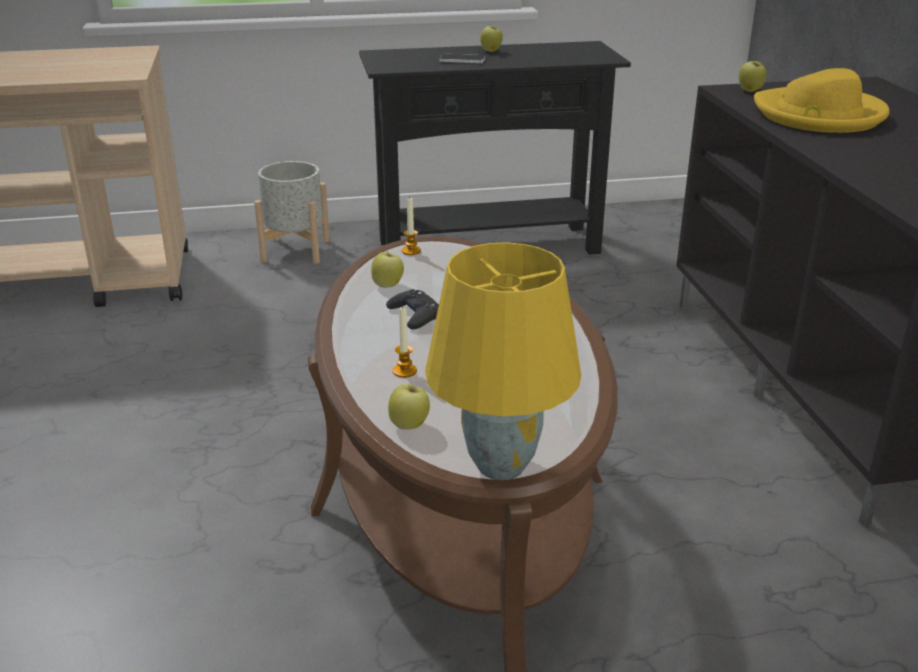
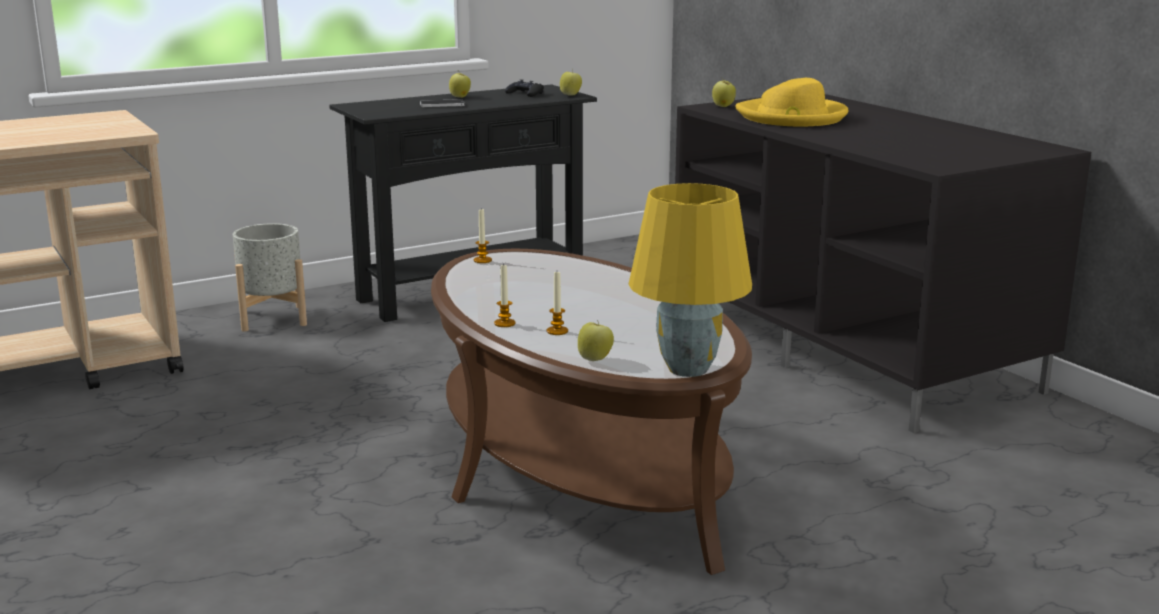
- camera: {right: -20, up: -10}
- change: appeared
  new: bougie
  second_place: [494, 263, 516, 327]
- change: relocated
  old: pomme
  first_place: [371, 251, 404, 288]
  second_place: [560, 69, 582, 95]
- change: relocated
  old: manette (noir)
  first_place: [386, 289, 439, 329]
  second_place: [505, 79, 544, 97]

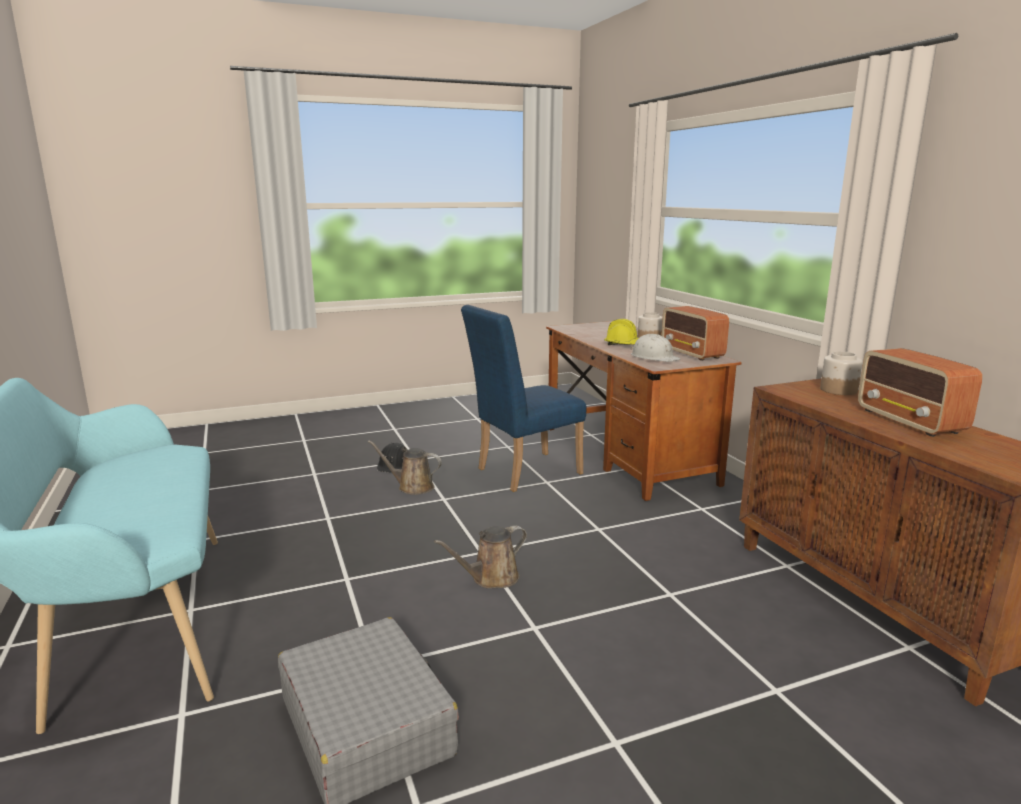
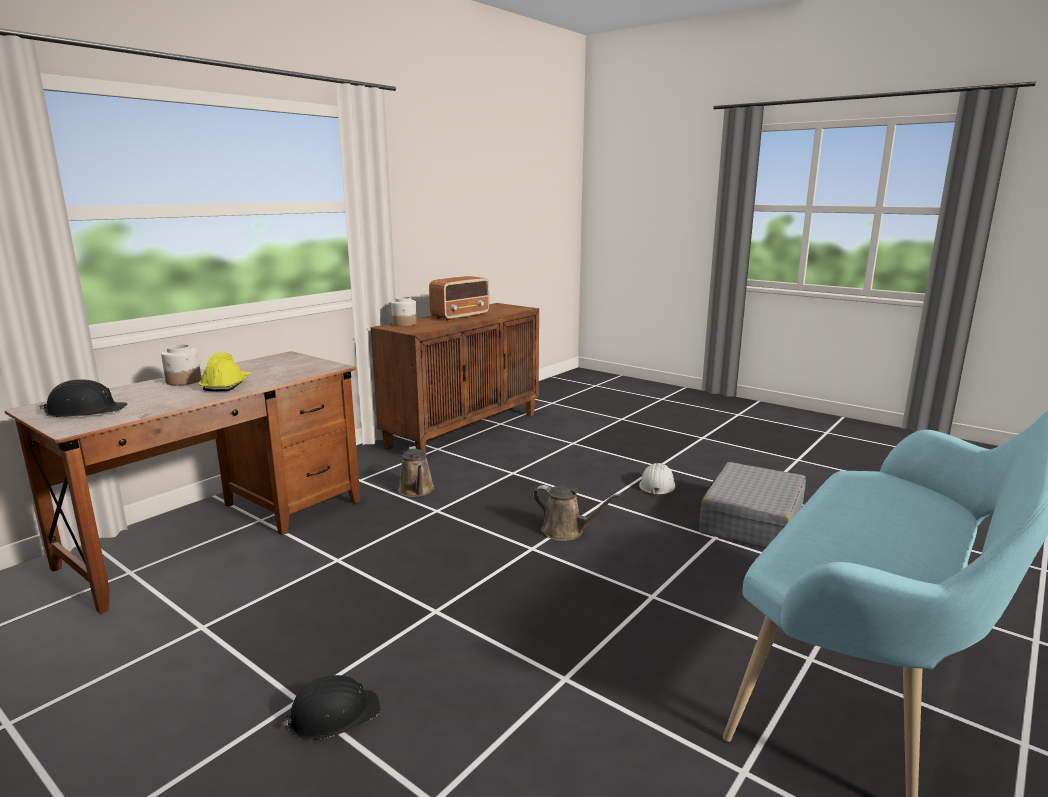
- camera: {right: -120, up: 0}
- change: missing
  old: chaise (bleu)
  first_place: [461, 305, 586, 492]
- change: missing
  old: radio
  first_place: [661, 306, 729, 361]
- change: appeared
  new: casque de chantier (noir)
  second_place: [39, 379, 127, 417]
- change: relocated
  old: arrosoir (marron)
  first_place: [368, 440, 442, 495]
  second_place: [398, 446, 435, 497]
- change: relocated
  old: casque de chantier (blanc)
  first_place: [630, 334, 681, 362]
  second_place: [639, 463, 675, 496]

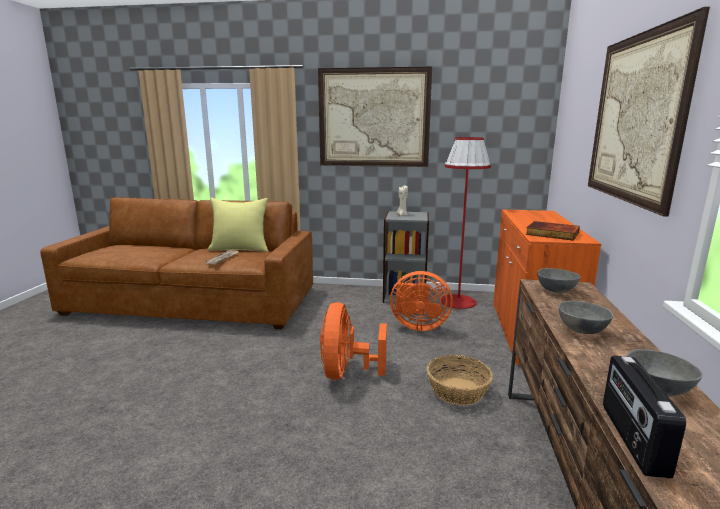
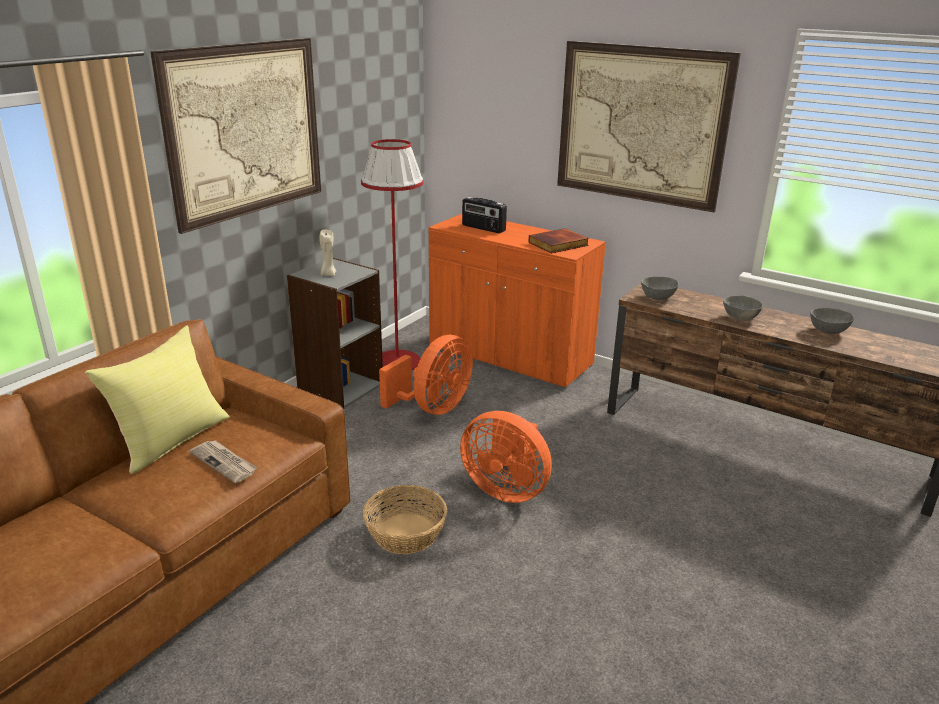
- camera: {right: -65, up: 10}
- change: relocated
  old: panier
  first_place: [427, 355, 493, 405]
  second_place: [363, 485, 447, 554]
- change: relocated
  old: radio
  first_place: [603, 356, 686, 478]
  second_place: [462, 197, 507, 233]

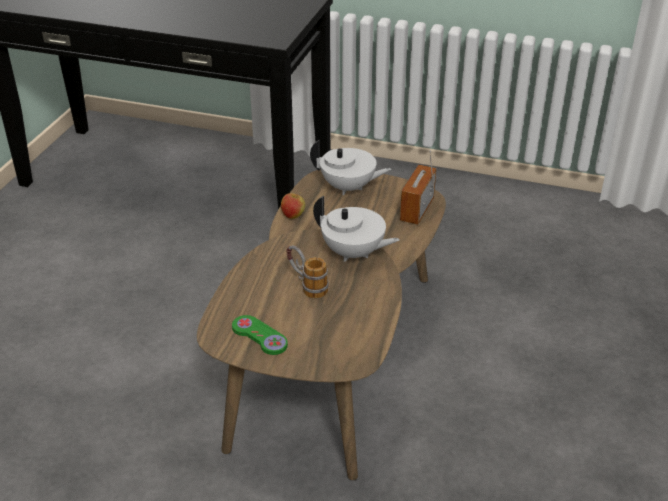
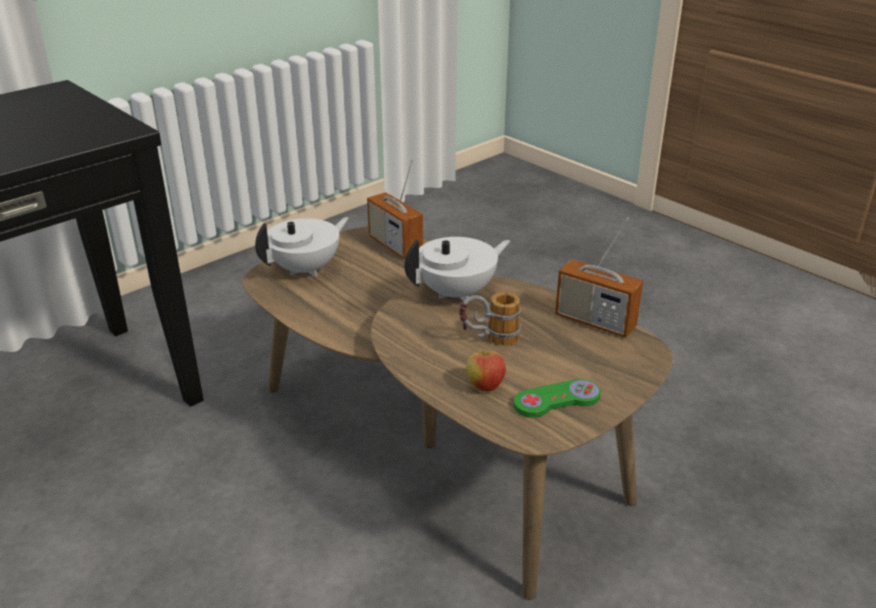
- camera: {right: -60, up: -5}
- change: appeared
  new: radio
  second_place: [555, 218, 643, 338]
- change: relocated
  old: pomme
  first_place: [281, 192, 305, 219]
  second_place: [466, 345, 506, 392]

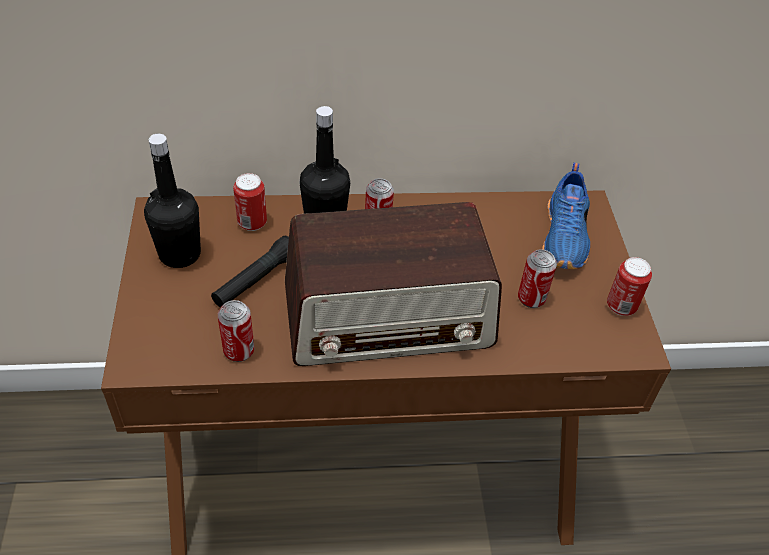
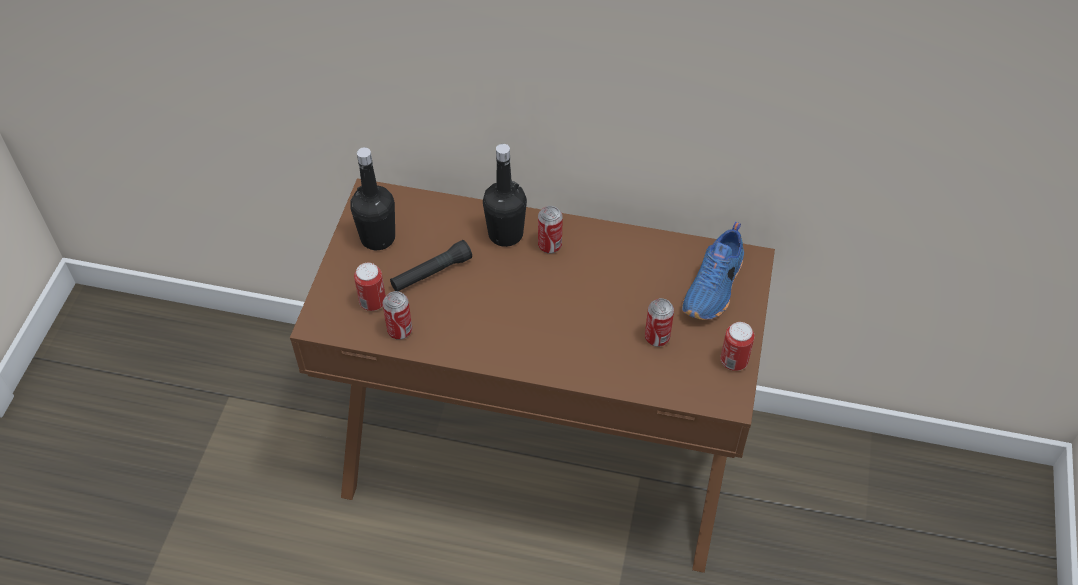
- camera: {right: 20, up: 5}
- change: missing
  old: radio
  first_place: [285, 202, 502, 366]
- change: relocated
  old: boîte métallique
  first_place: [233, 173, 267, 231]
  second_place: [354, 263, 386, 311]

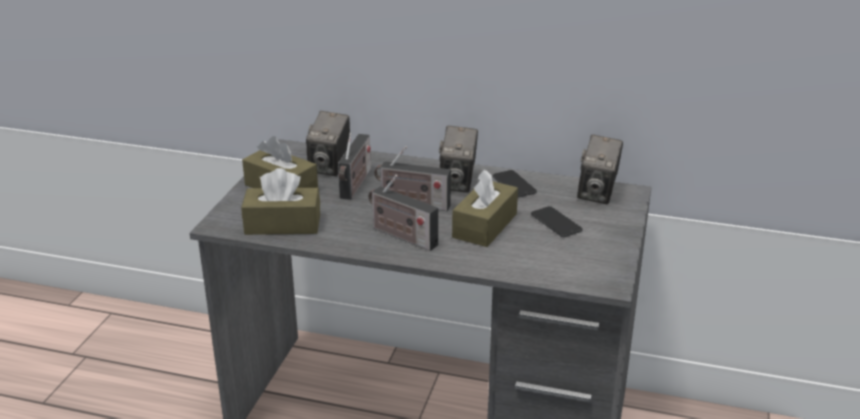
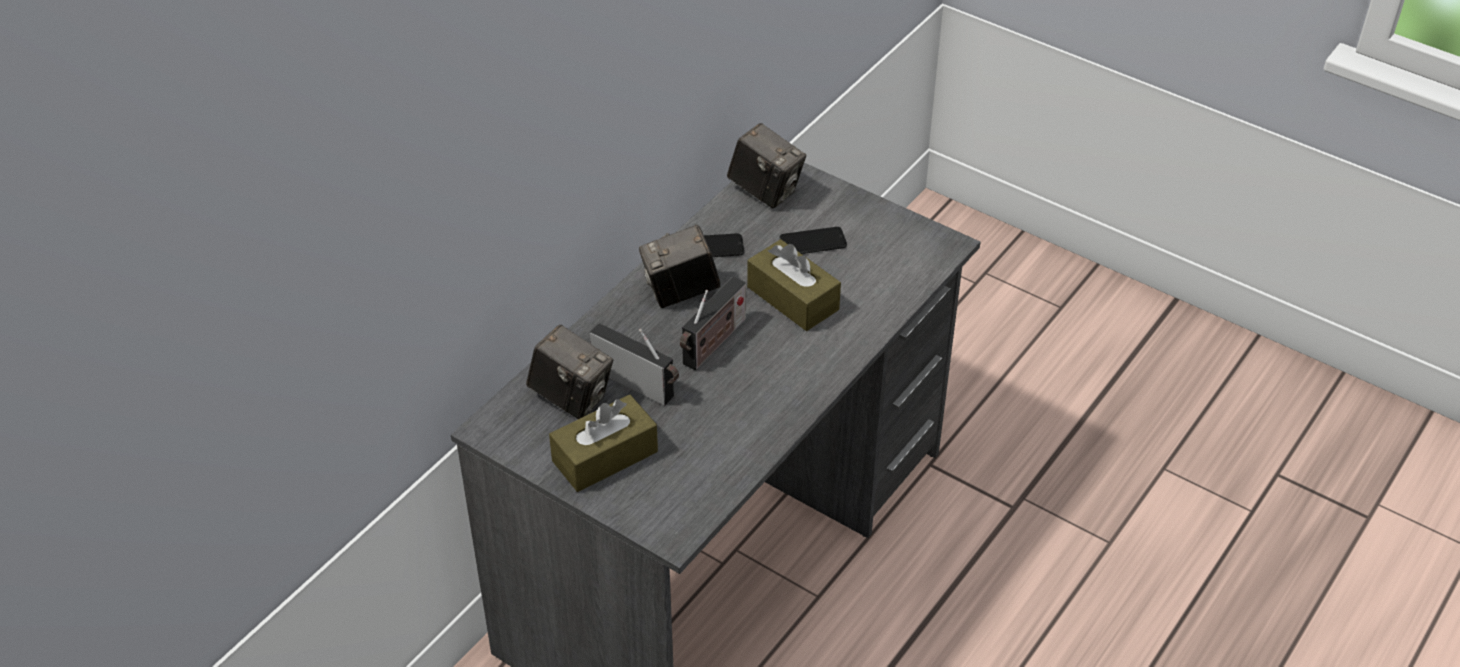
- camera: {right: -70, up: 15}
- change: missing
  old: boîte à mouchoirs (marron)
  first_place: [241, 168, 320, 235]
- change: missing
  old: radio
  first_place: [368, 175, 438, 251]
- change: spun
  old: appareil photo
  first_place: [439, 125, 478, 193]
  second_place: [639, 225, 720, 308]
  degrees: 135

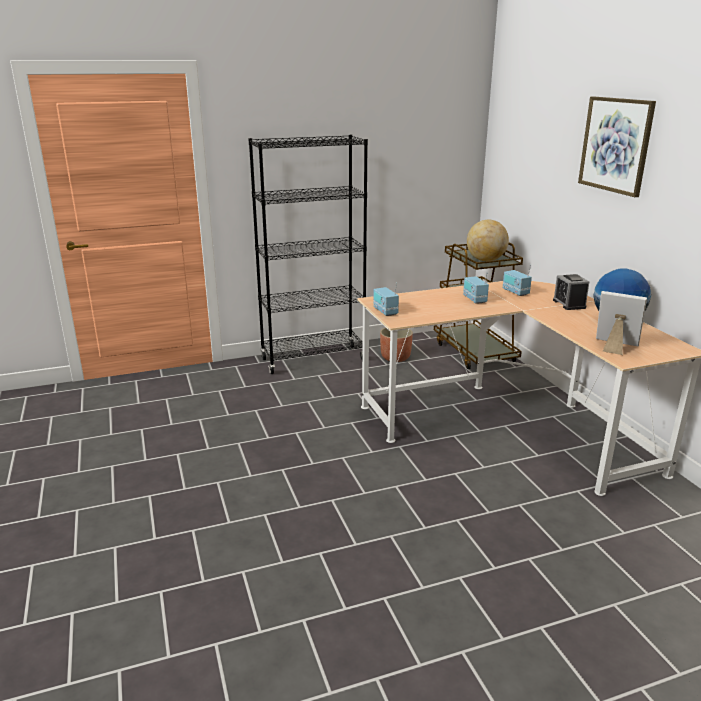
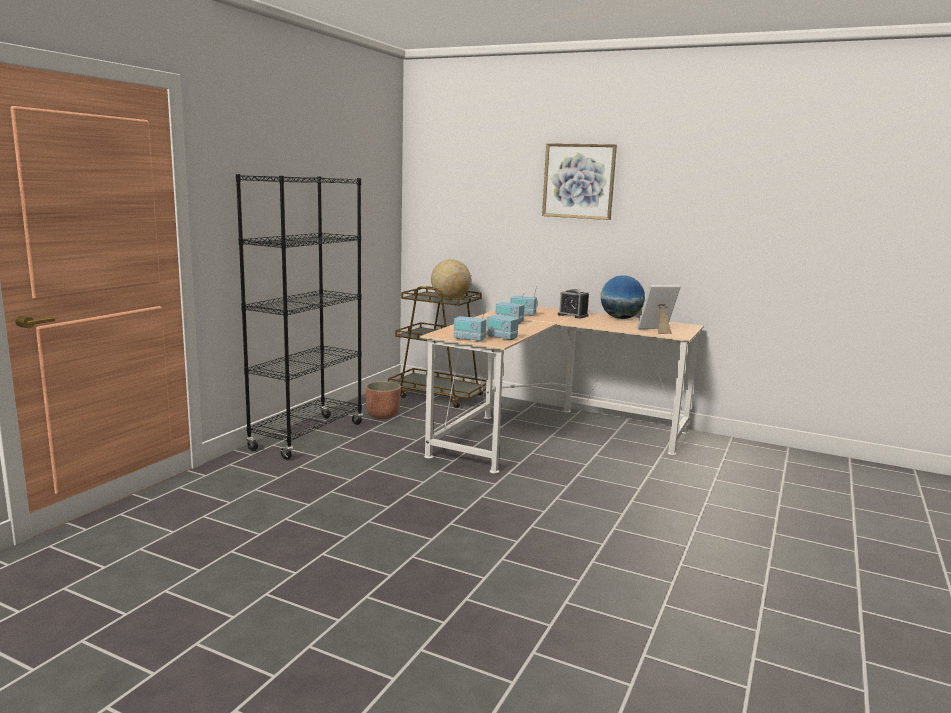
- camera: {right: -45, up: -10}
- change: appeared
  new: radio
  second_place: [486, 306, 519, 340]

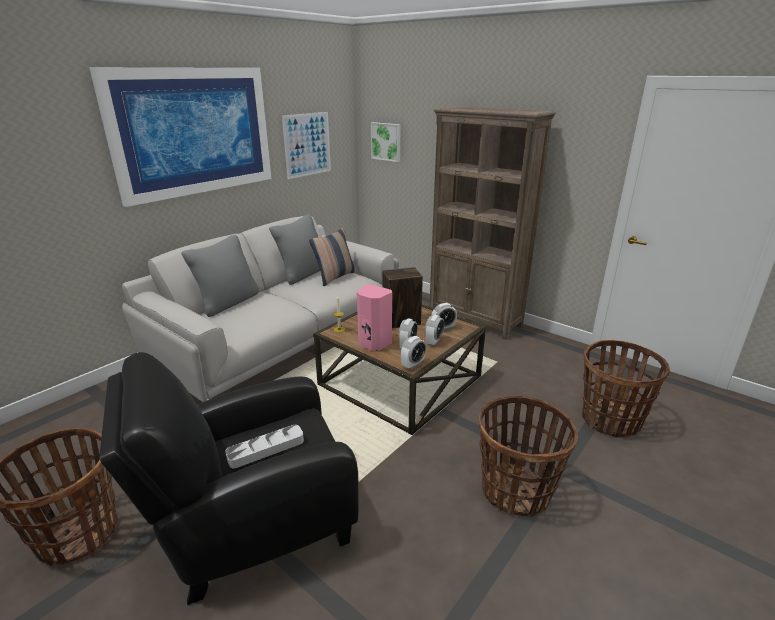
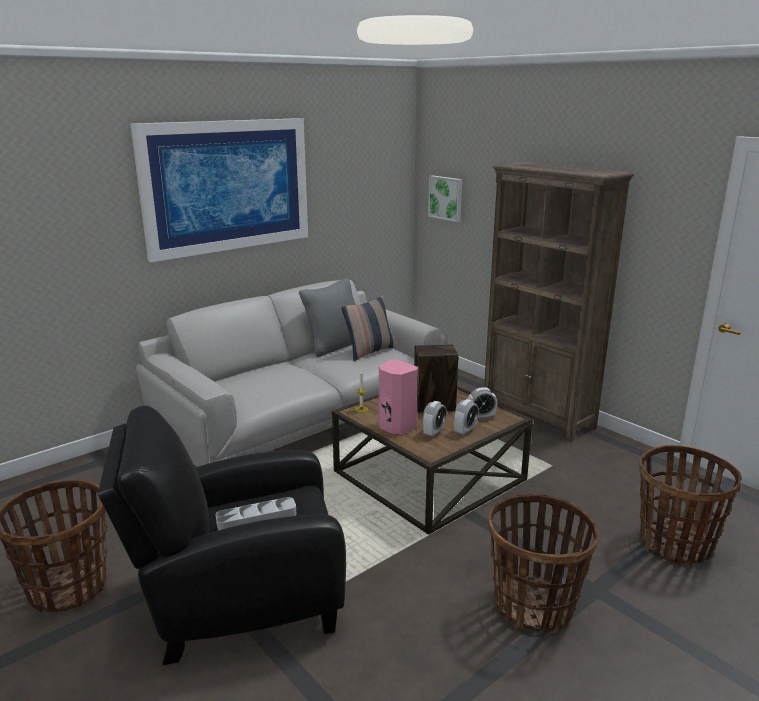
- camera: {right: 10, up: -5}
- change: missing
  old: coussin (gris)
  first_place: [181, 235, 259, 317]
- change: missing
  old: tableau
  first_place: [282, 112, 331, 179]
- change: missing
  old: réveil
  first_place: [401, 336, 426, 370]

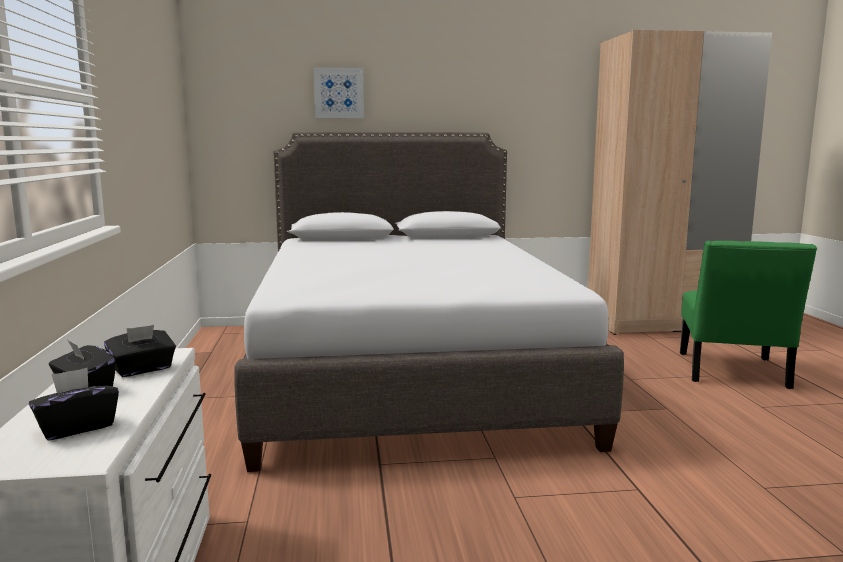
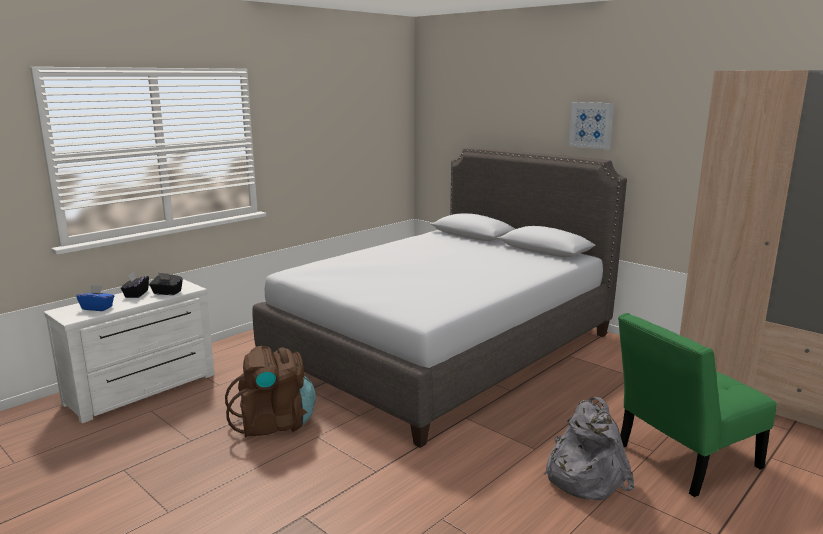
- camera: {right: 50, up: 5}
- change: appeared
  new: sac à dos (marron)
  second_place: [225, 346, 316, 437]
- change: appeared
  new: sac à dos (gris)
  second_place: [544, 397, 634, 500]
- change: relocated
  old: tableau
  first_place: [314, 67, 364, 118]
  second_place: [568, 102, 614, 149]
- change: colour
  old: boîte à mouchoirs (noir)
  new: boîte à mouchoirs (bleu)
  first_place: [29, 368, 119, 441]
  second_place: [76, 285, 114, 311]

